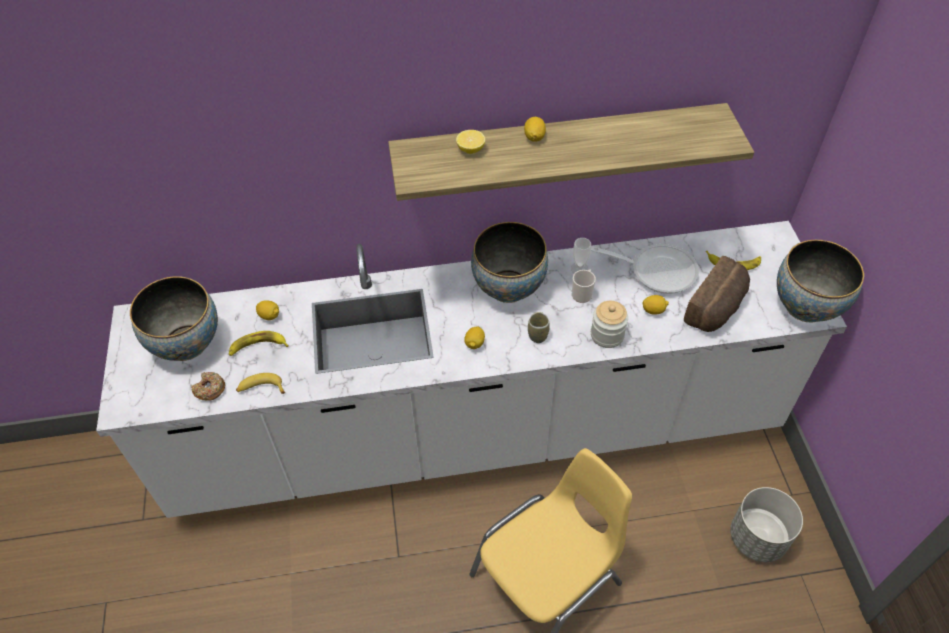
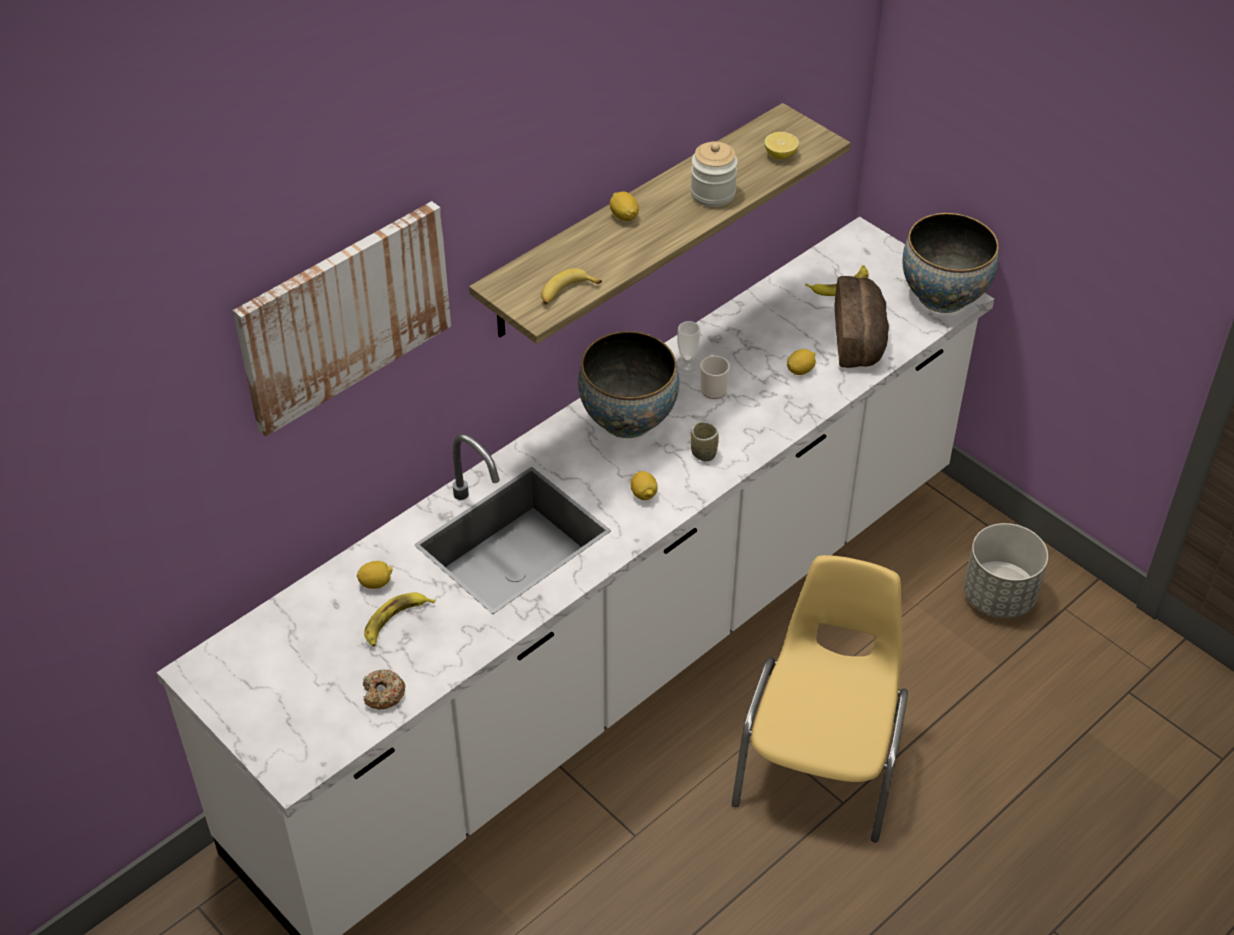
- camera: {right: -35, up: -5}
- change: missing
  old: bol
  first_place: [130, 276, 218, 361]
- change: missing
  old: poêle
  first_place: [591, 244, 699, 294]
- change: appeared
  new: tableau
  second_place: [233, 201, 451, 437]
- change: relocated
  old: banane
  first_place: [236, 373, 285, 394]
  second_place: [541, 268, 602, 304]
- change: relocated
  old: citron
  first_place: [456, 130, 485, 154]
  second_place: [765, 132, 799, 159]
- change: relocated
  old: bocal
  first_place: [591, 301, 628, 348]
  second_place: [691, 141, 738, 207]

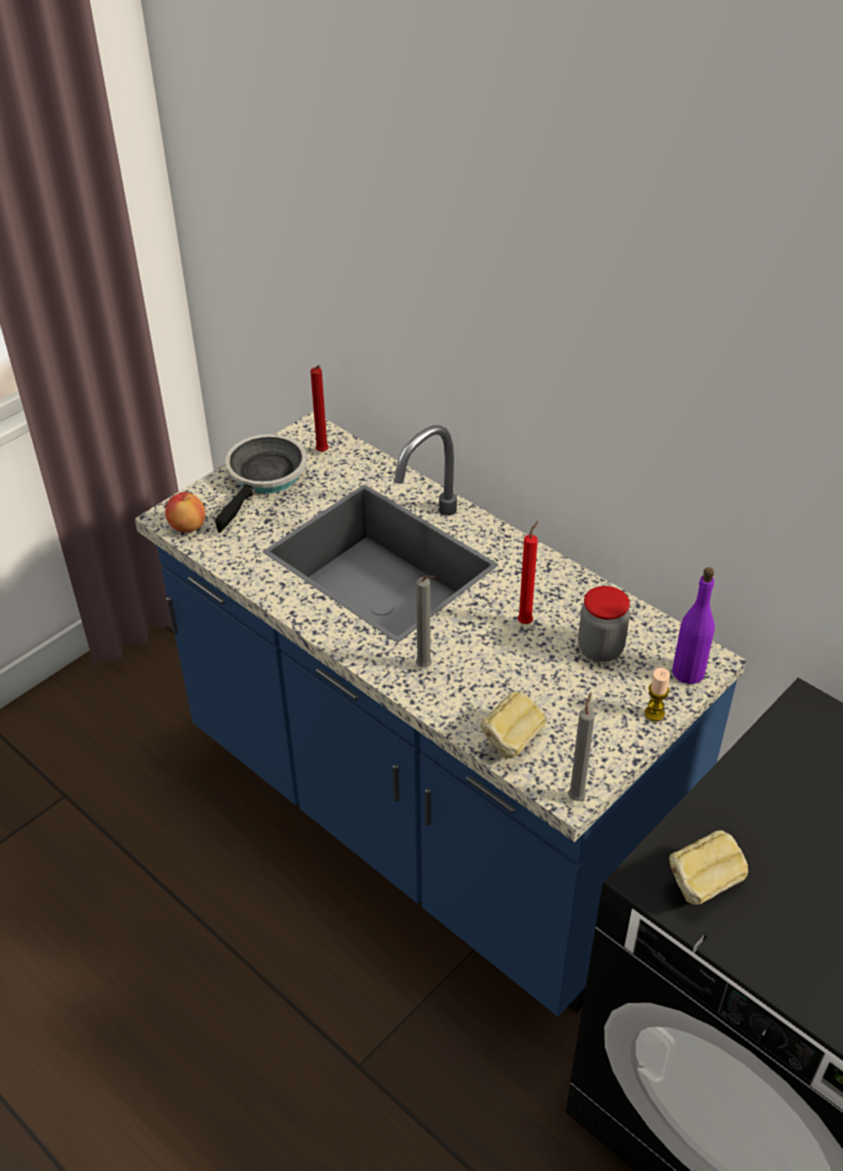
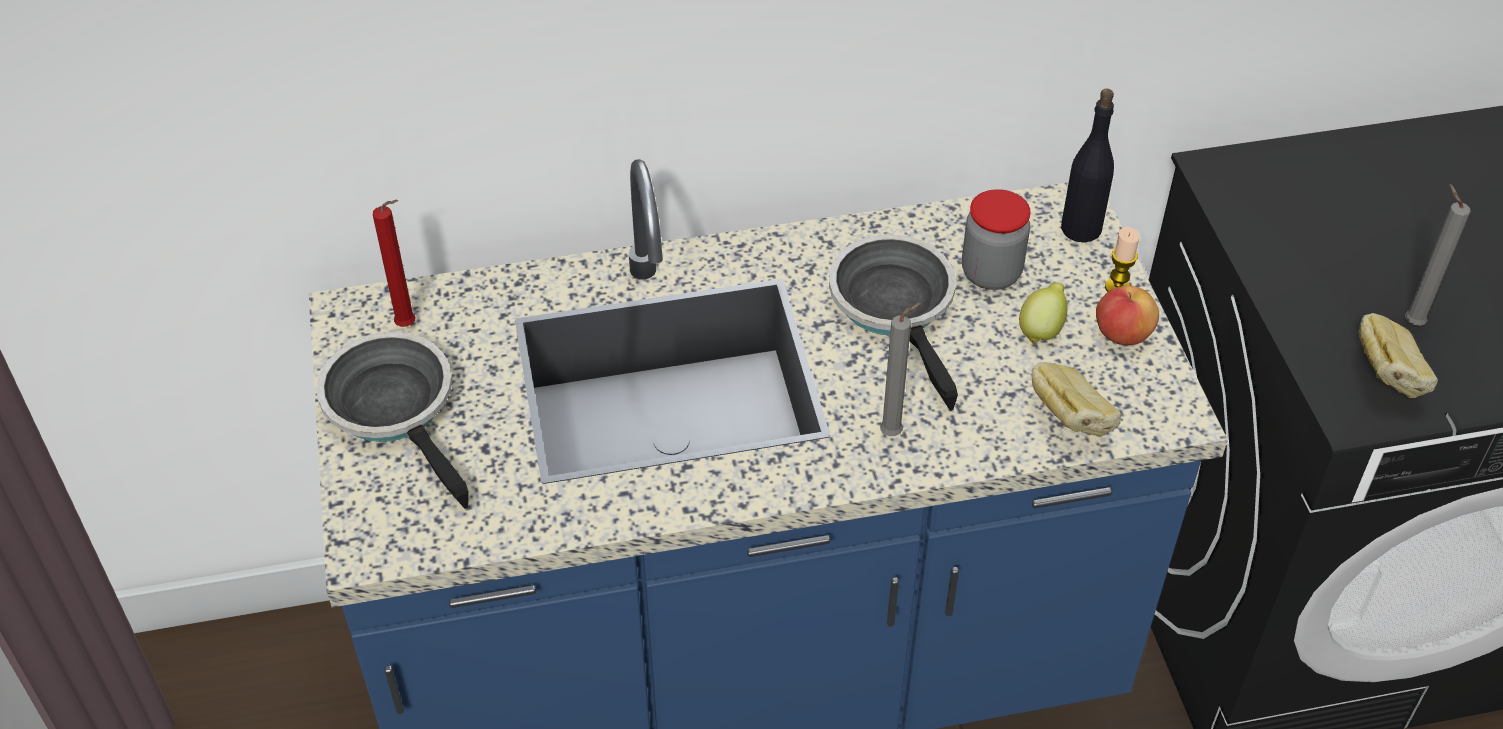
- camera: {right: -55, up: 5}
- change: appeared
  new: citron
  second_place: [1019, 283, 1068, 344]
- change: relocated
  old: pomme
  first_place: [165, 492, 205, 532]
  second_place: [1096, 286, 1159, 345]
- change: relocated
  old: bougie (gris)
  first_place: [568, 692, 595, 801]
  second_place: [1405, 184, 1471, 326]
- change: exchanged
  old: bougie (rouge)
  new: poêle
  first_place: [518, 521, 538, 624]
  second_place: [829, 234, 958, 411]
- change: colour
  old: bouteille (violet)
  new: bouteille (noir)
  first_place: [672, 567, 715, 684]
  second_place: [1061, 88, 1114, 243]

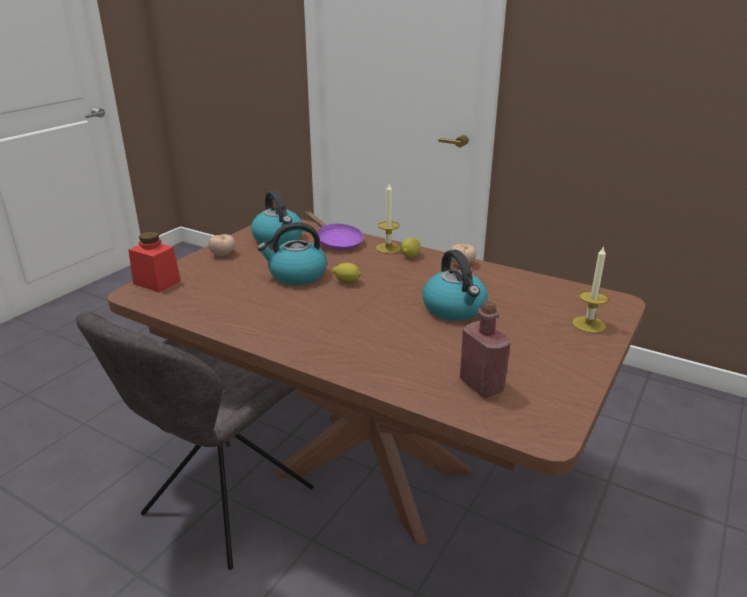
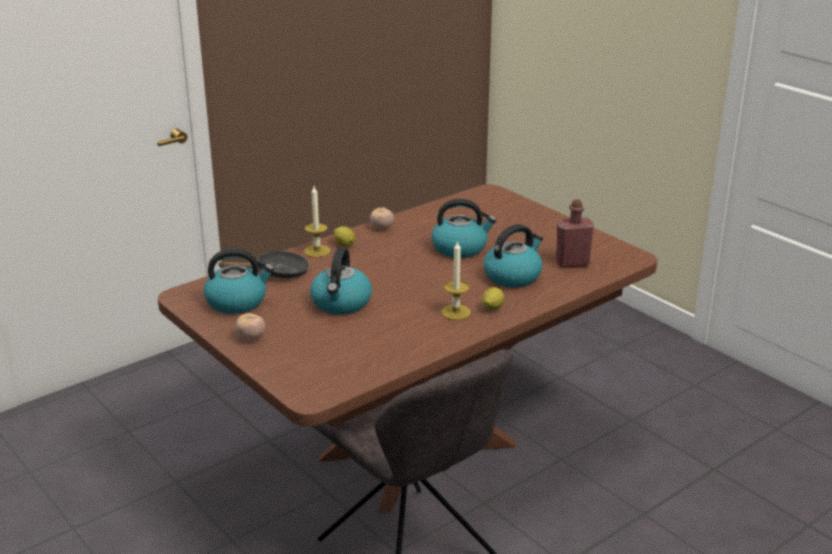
- camera: {right: -70, up: 0}
- change: missing
  old: bocal (rouge)
  first_place: [128, 232, 181, 292]
- change: appeared
  new: bouilloire
  second_place: [483, 224, 543, 287]
- change: relocated
  old: citron
  first_place: [333, 263, 361, 283]
  second_place: [482, 287, 504, 310]
- change: relocated
  old: bougie
  first_place: [573, 245, 609, 333]
  second_place: [441, 240, 471, 320]
- change: colour
  old: poêle (violet)
  new: poêle (noir)
  first_place: [305, 211, 364, 251]
  second_place: [218, 251, 310, 278]

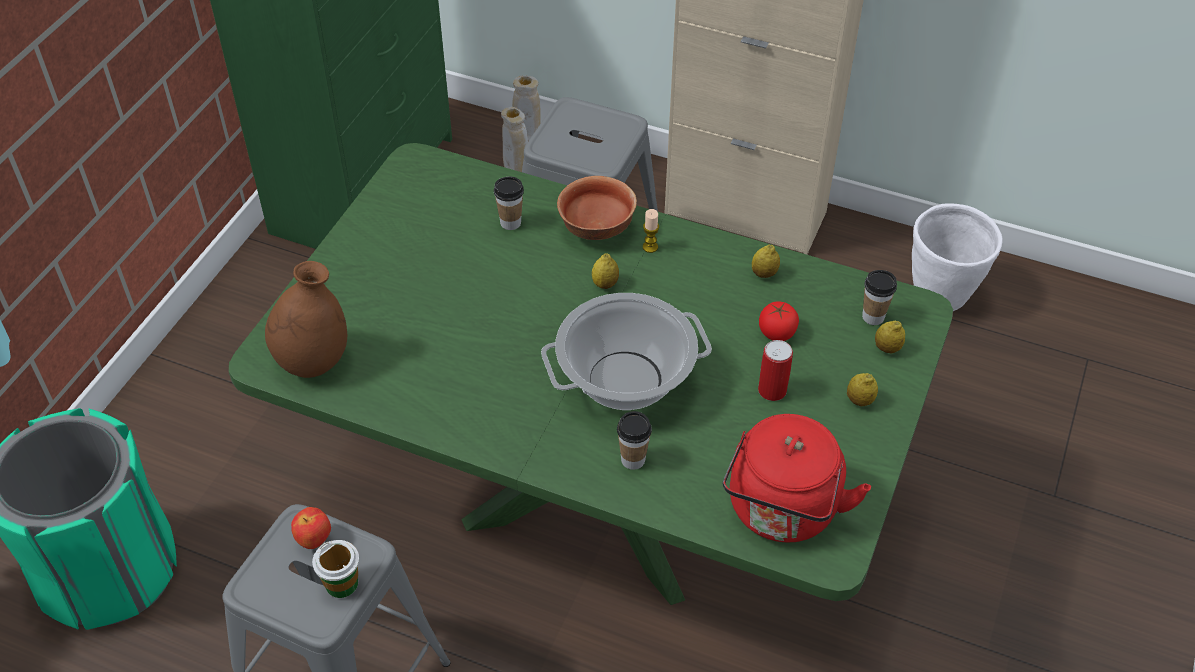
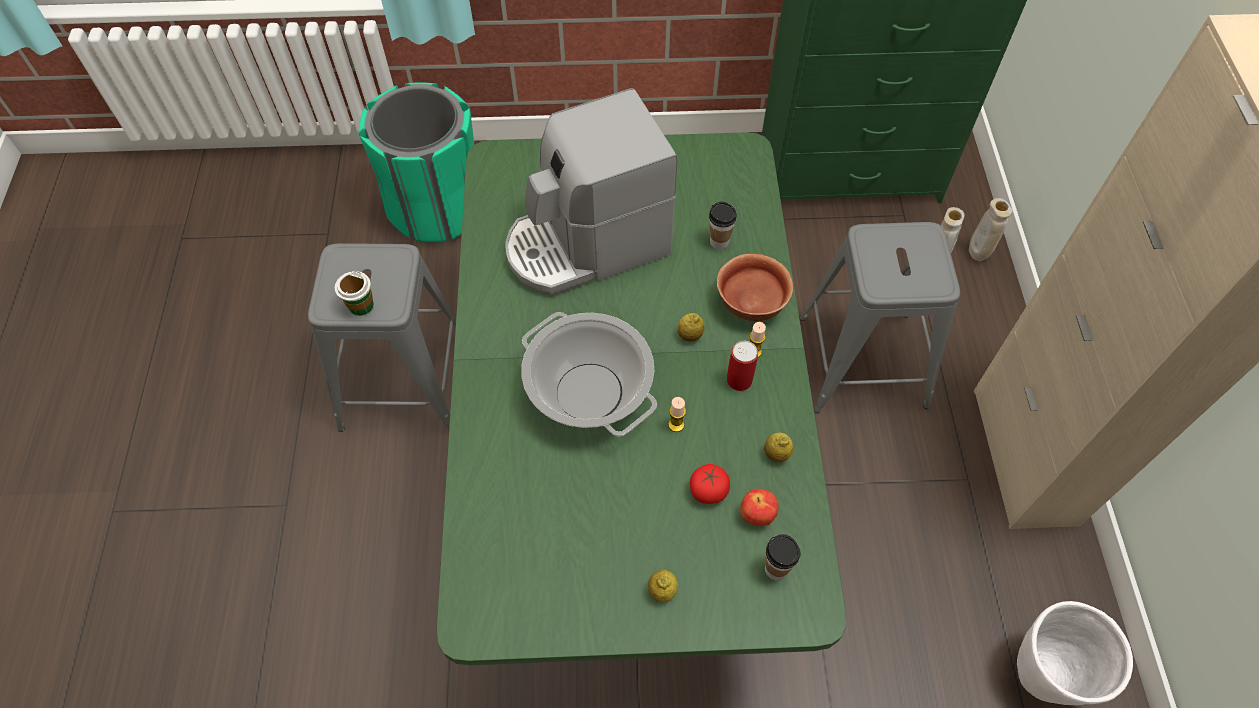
- camera: {right: 65, up: 10}
- change: missing
  old: vase (marron)
  first_place: [265, 261, 347, 378]
- change: missing
  old: tasse
  first_place: [617, 411, 652, 470]
- change: missing
  old: bouilloire (rouge)
  first_place: [722, 414, 871, 542]
- change: missing
  old: citron
  first_place: [875, 321, 905, 353]
- change: appeared
  new: machine à café
  second_place: [505, 88, 677, 295]
- change: appeared
  new: bougie
  second_place: [668, 397, 686, 432]
- change: relocated
  old: pomme
  first_place: [291, 507, 331, 549]
  second_place: [740, 489, 779, 526]
- change: relocated
  old: boîte métallique
  first_place: [758, 340, 793, 401]
  second_place: [727, 341, 758, 391]

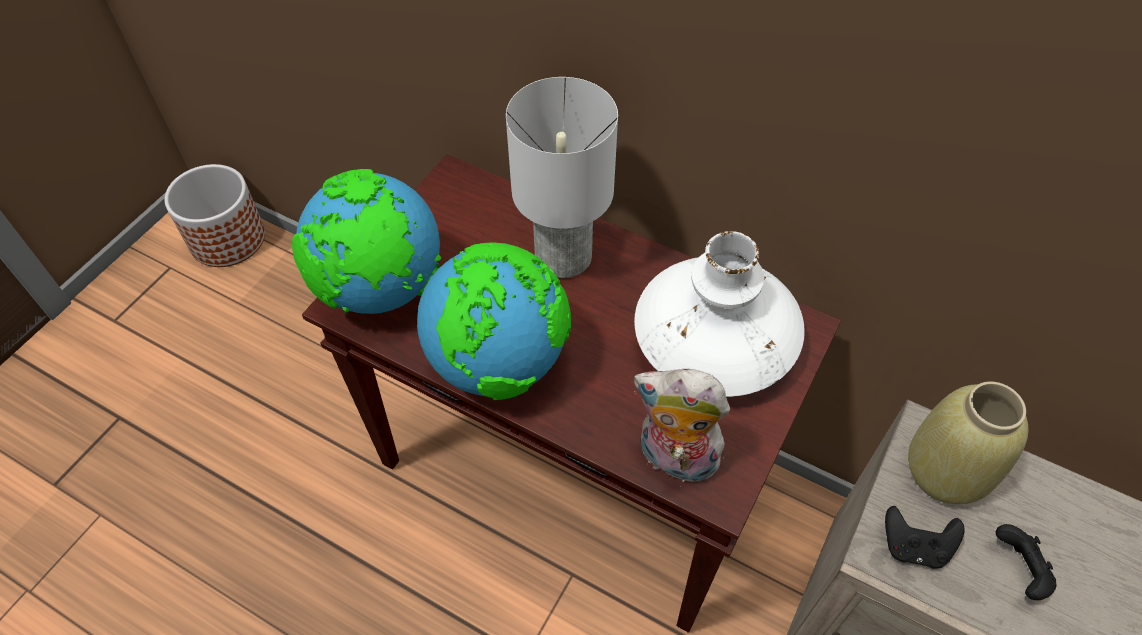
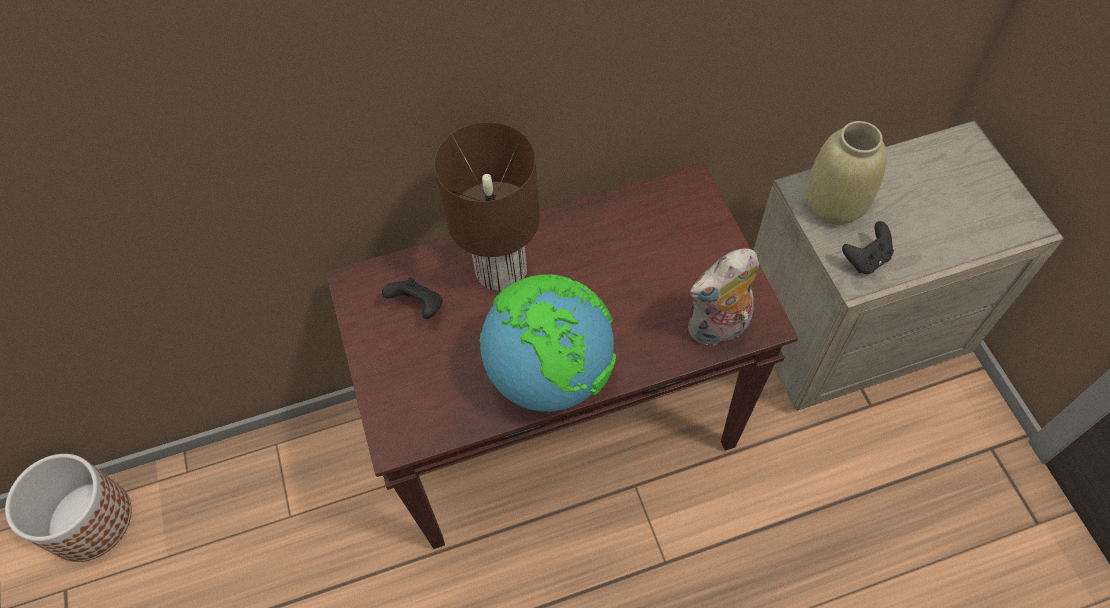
- camera: {right: -45, up: 5}
- change: missing
  old: globe
  first_place: [292, 169, 441, 314]
- change: missing
  old: vase (blanc)
  first_place: [634, 231, 805, 397]
- change: relocated
  old: manette (noir)
  first_place: [996, 524, 1056, 600]
  second_place: [382, 278, 443, 319]
- change: colour
  old: lampe de table (blanc)
  new: lampe de table (marron)
  first_place: [506, 77, 618, 278]
  second_place: [434, 122, 540, 291]

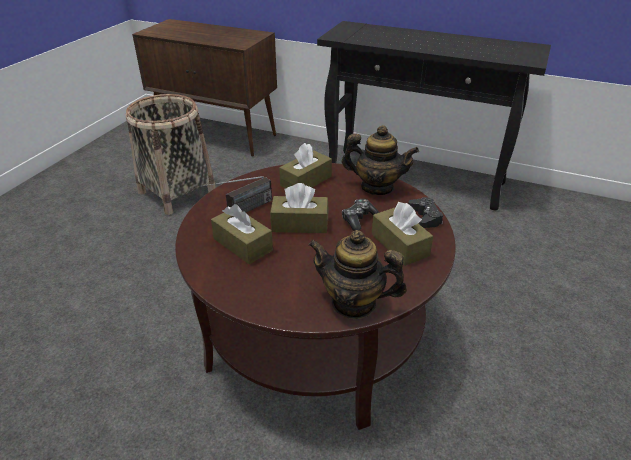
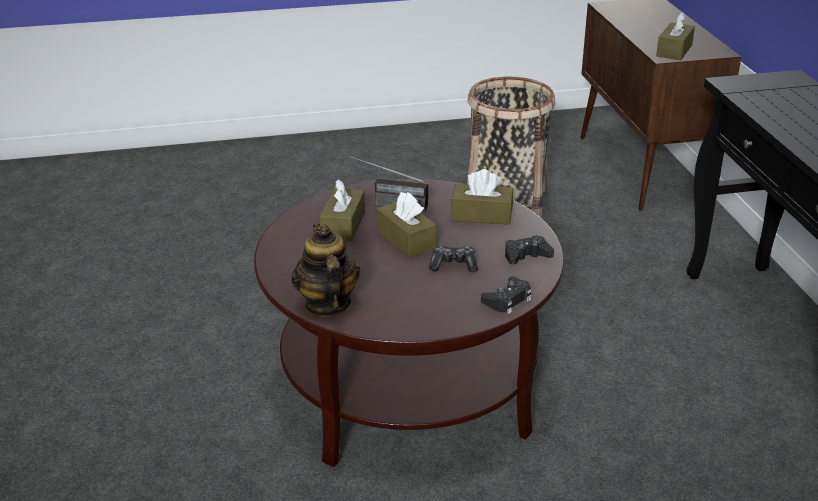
- camera: {right: 55, up: -5}
- change: relocated
  old: boîte à mouchoirs (marron)
  first_place: [372, 202, 433, 266]
  second_place: [656, 12, 695, 60]
- change: exchanged
  old: théière
  new: manette (noir)
  first_place: [342, 125, 419, 195]
  second_place: [505, 235, 554, 265]

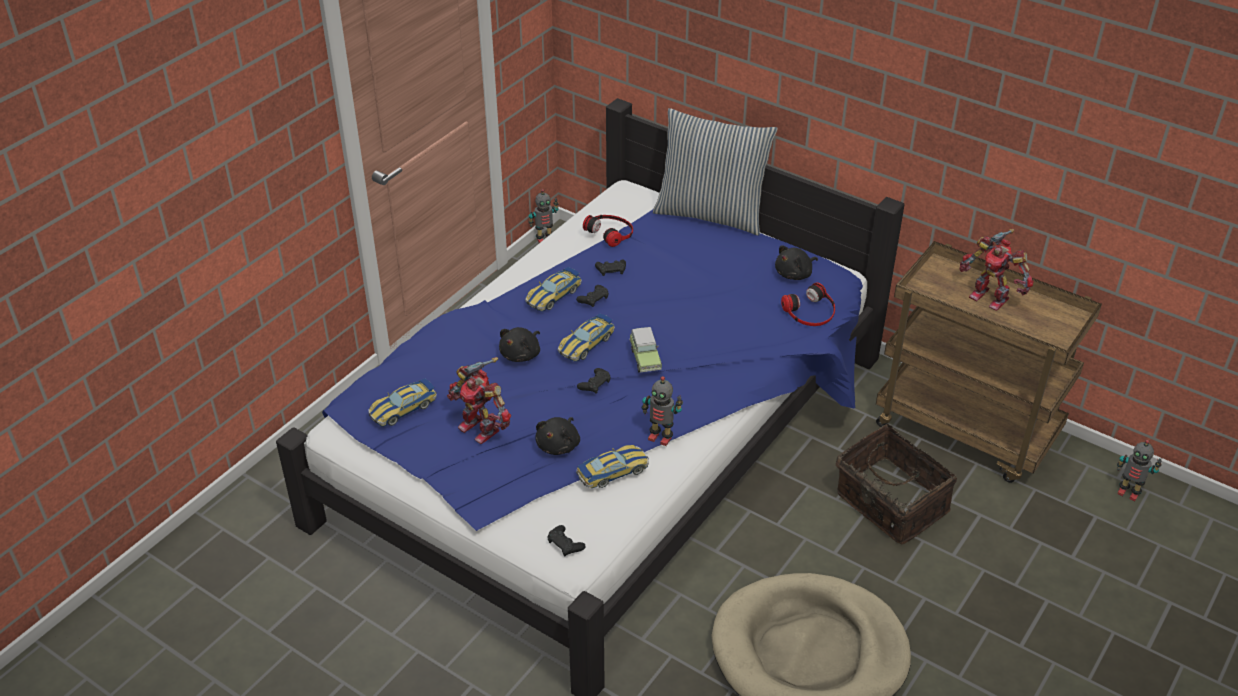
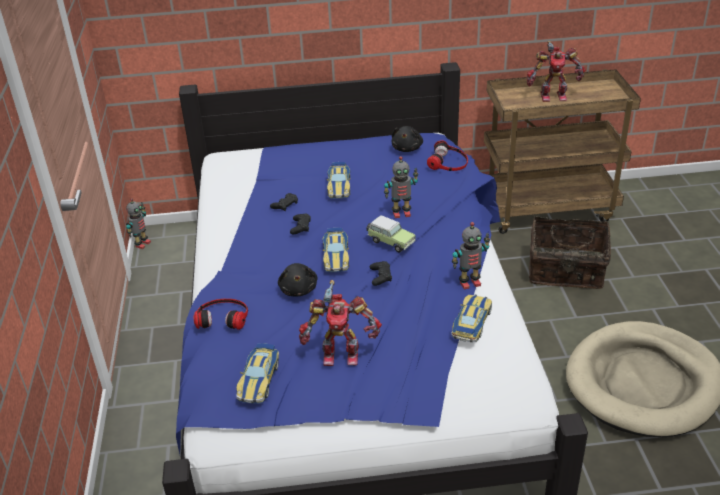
- camera: {right: -40, up: -5}
- change: missing
  old: peluche (noir)
  first_place: [535, 417, 580, 455]
- change: missing
  old: manette (noir)
  first_place: [547, 525, 586, 556]
- change: missing
  old: coussin
  first_place: [653, 108, 778, 236]
- change: relocated
  old: petite voiture
  first_place: [525, 267, 582, 312]
  second_place: [327, 162, 350, 199]
- change: relocated
  old: casque audio
  first_place: [583, 215, 633, 247]
  second_place: [193, 299, 248, 330]
- change: relocated
  old: robot jouet
  first_place: [1117, 440, 1162, 501]
  second_place: [384, 156, 418, 218]

